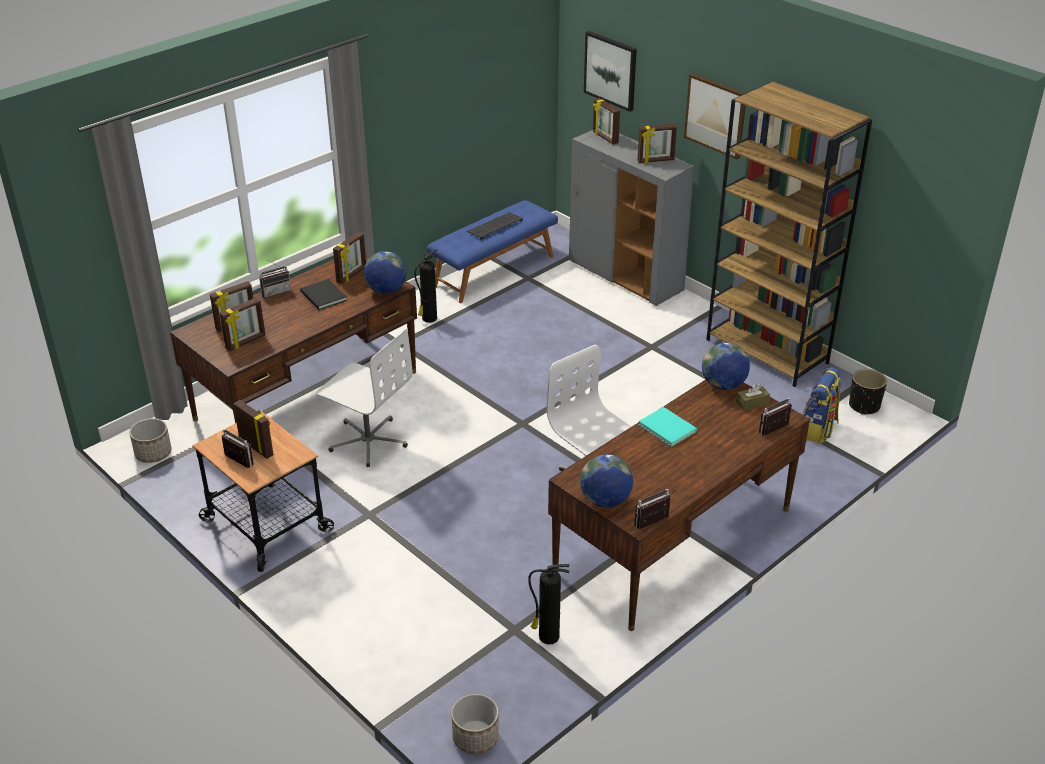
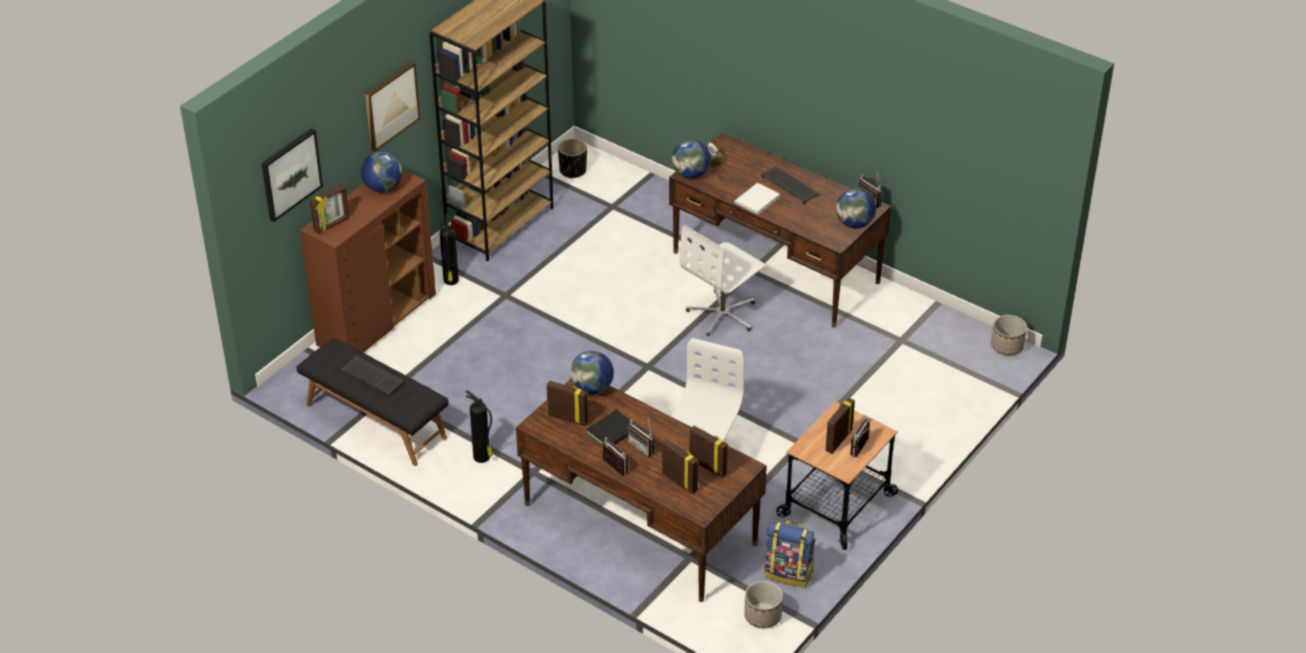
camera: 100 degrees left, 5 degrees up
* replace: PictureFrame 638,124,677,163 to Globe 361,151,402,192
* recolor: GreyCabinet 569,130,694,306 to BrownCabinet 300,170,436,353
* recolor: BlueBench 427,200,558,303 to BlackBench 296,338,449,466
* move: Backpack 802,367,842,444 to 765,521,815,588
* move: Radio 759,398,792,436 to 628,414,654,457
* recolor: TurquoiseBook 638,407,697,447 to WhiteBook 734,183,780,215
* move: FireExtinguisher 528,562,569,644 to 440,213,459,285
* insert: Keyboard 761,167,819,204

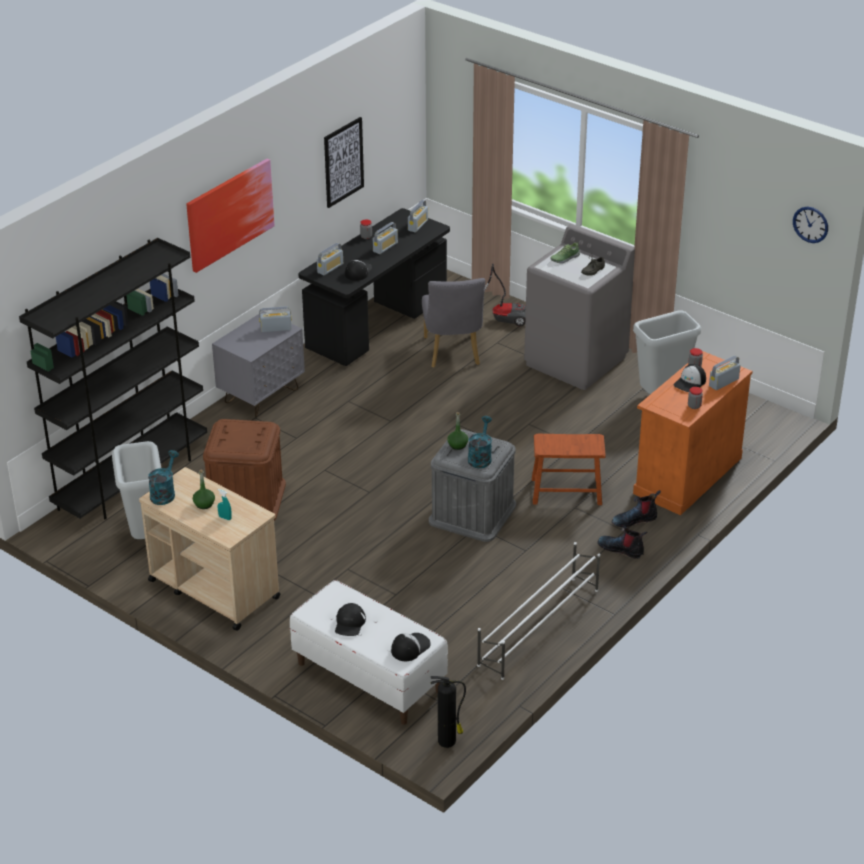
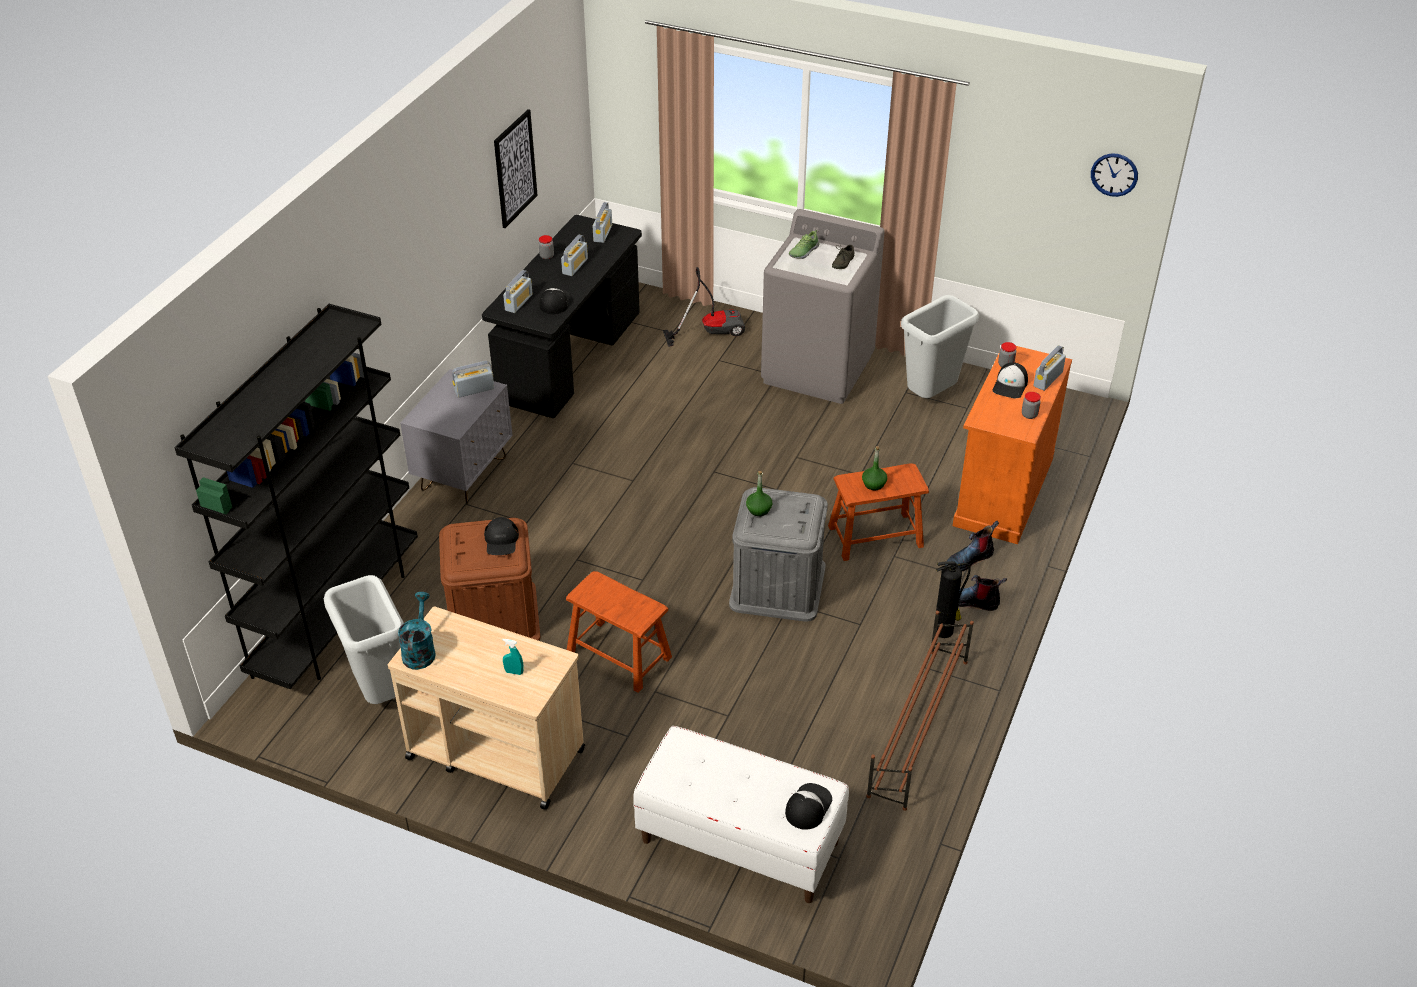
camera: 15 degrees left, 5 degrees up
* delete: Picture 186,159,275,273
* delete: GreyChair 422,278,486,368
* delete: TurquoiseWateringCan 468,416,492,468
* move: GreenBottle 193,470,215,509 to 862,446,887,490
* recolor: WhiteShoeRack 477,542,600,680 to BrownShoeRack 866,611,974,811
* move: BlackCap 335,603,366,636 to 484,517,519,555
* move: FireExtinguisher 430,676,466,748 to 936,561,971,638
* insert: BrownStool 566,571,672,693

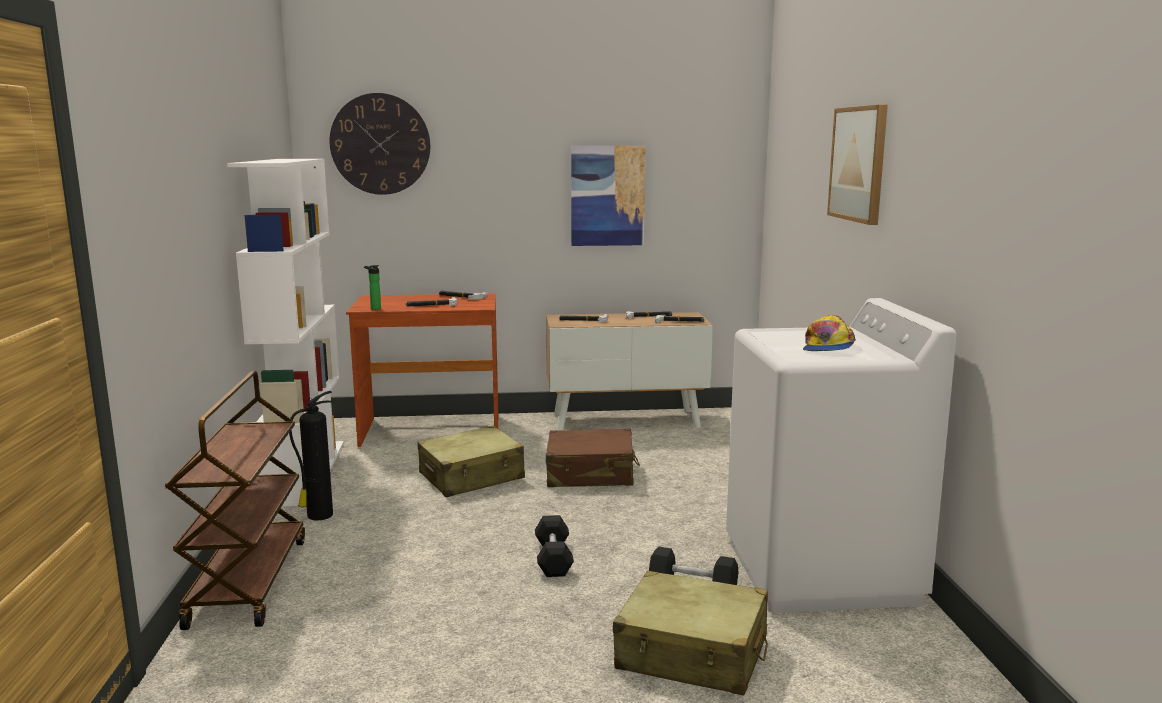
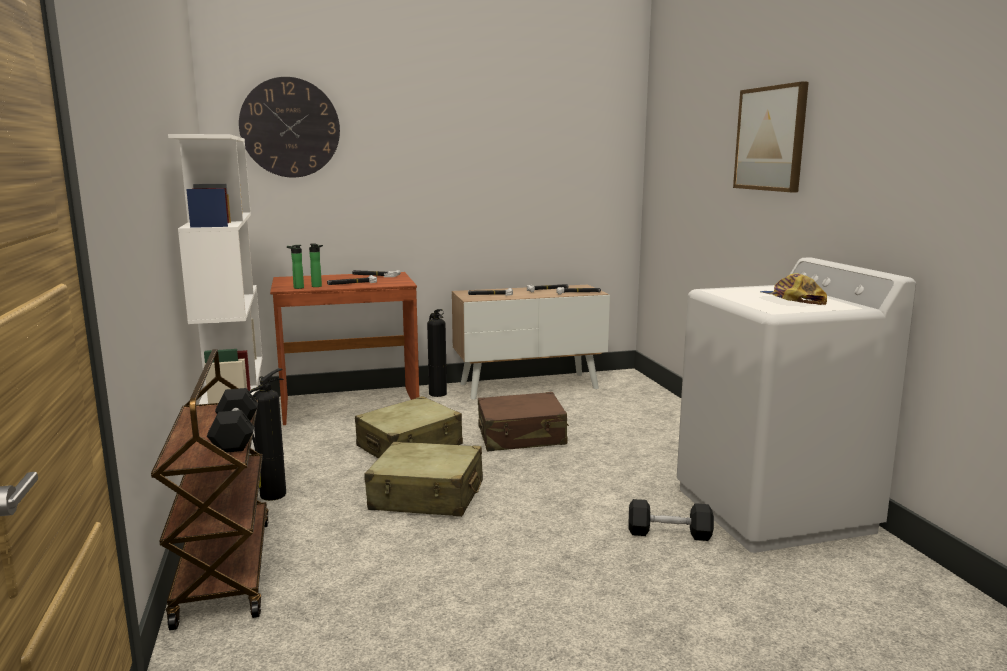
camera: 10 degrees left, 0 degrees up
* delete: Picture 571,146,646,246
* rotate: Cap 803,315,856,351 = 760,273,827,305 150 degrees clockwise
* move: BlackDumbbell 535,515,574,577 to 207,388,258,453
* move: BeigeSuitcase 613,571,768,696 to 364,442,483,517
* insert: Bottle 309,244,323,287
* insert: FireExtinguisher 427,309,447,397

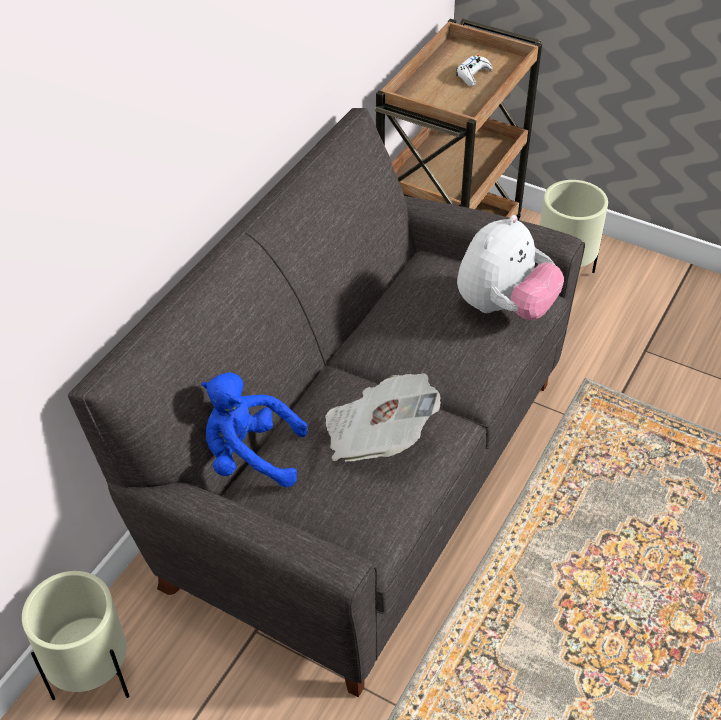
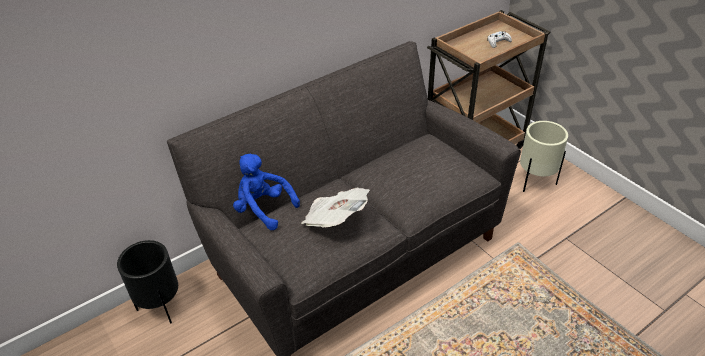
camera: 25 degrees right, 5 degrees down
* delete: PlushToy 457,215,564,320
* recolor: BeigePlanter 22,571,129,700 to BlackPlanter 117,240,178,324

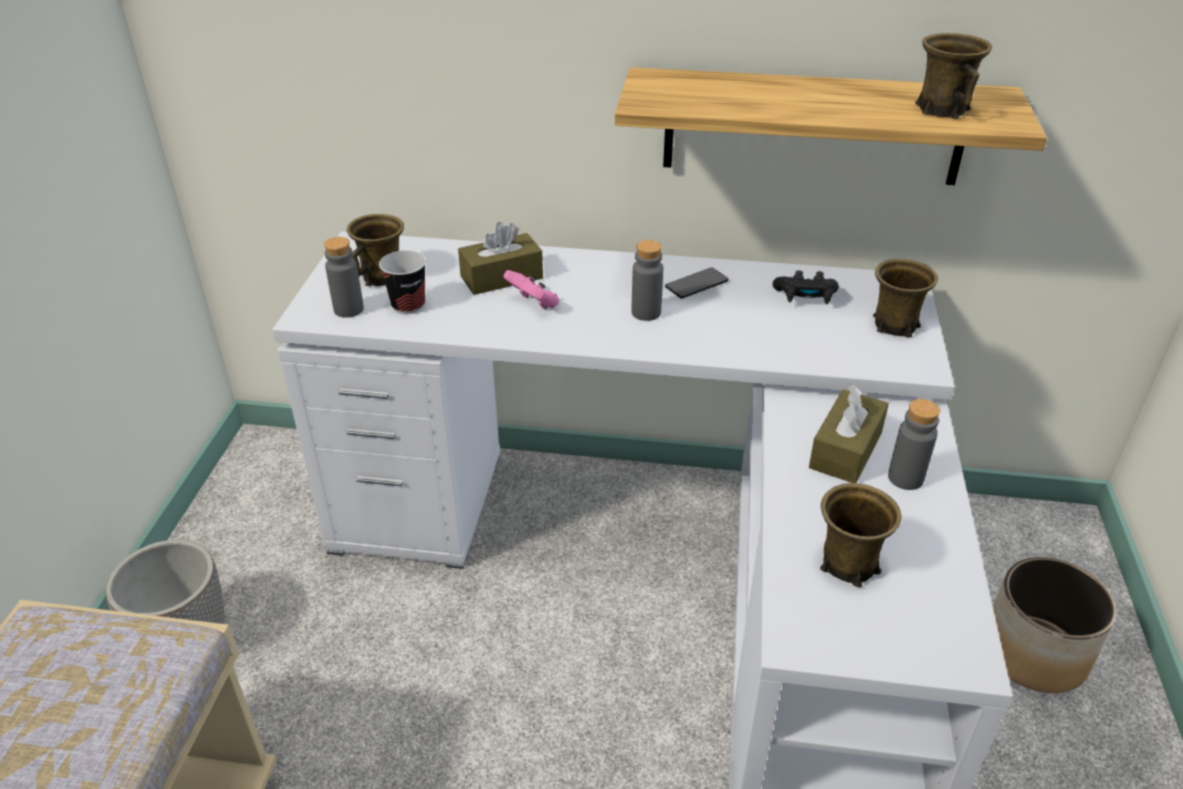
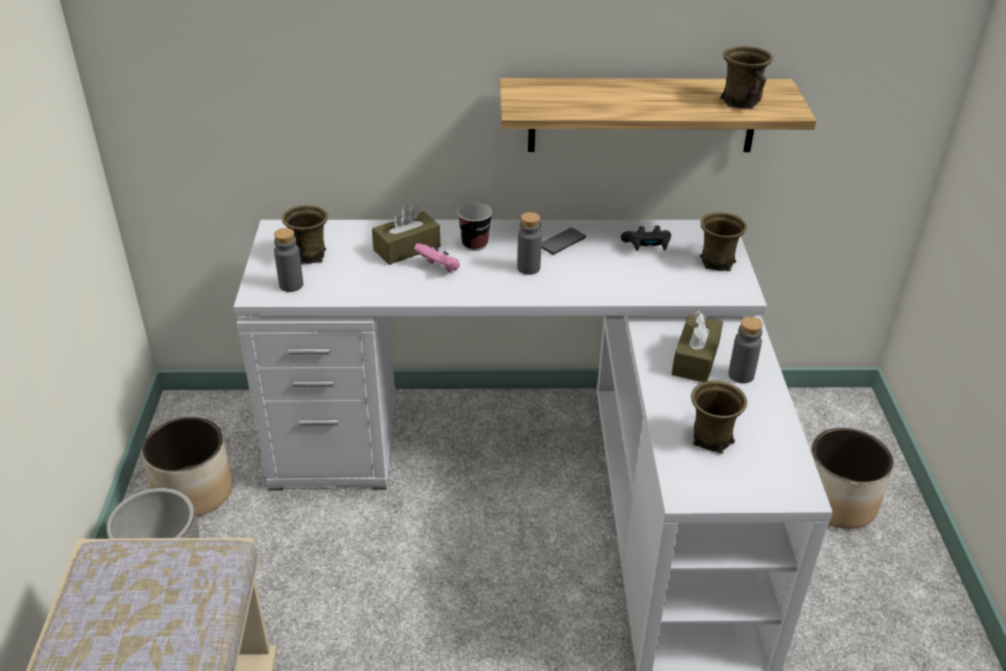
camera: 10 degrees left, 0 degrees up
* move: Cup 379,250,426,314 to 457,202,493,251
* insert: Planter 141,417,233,517

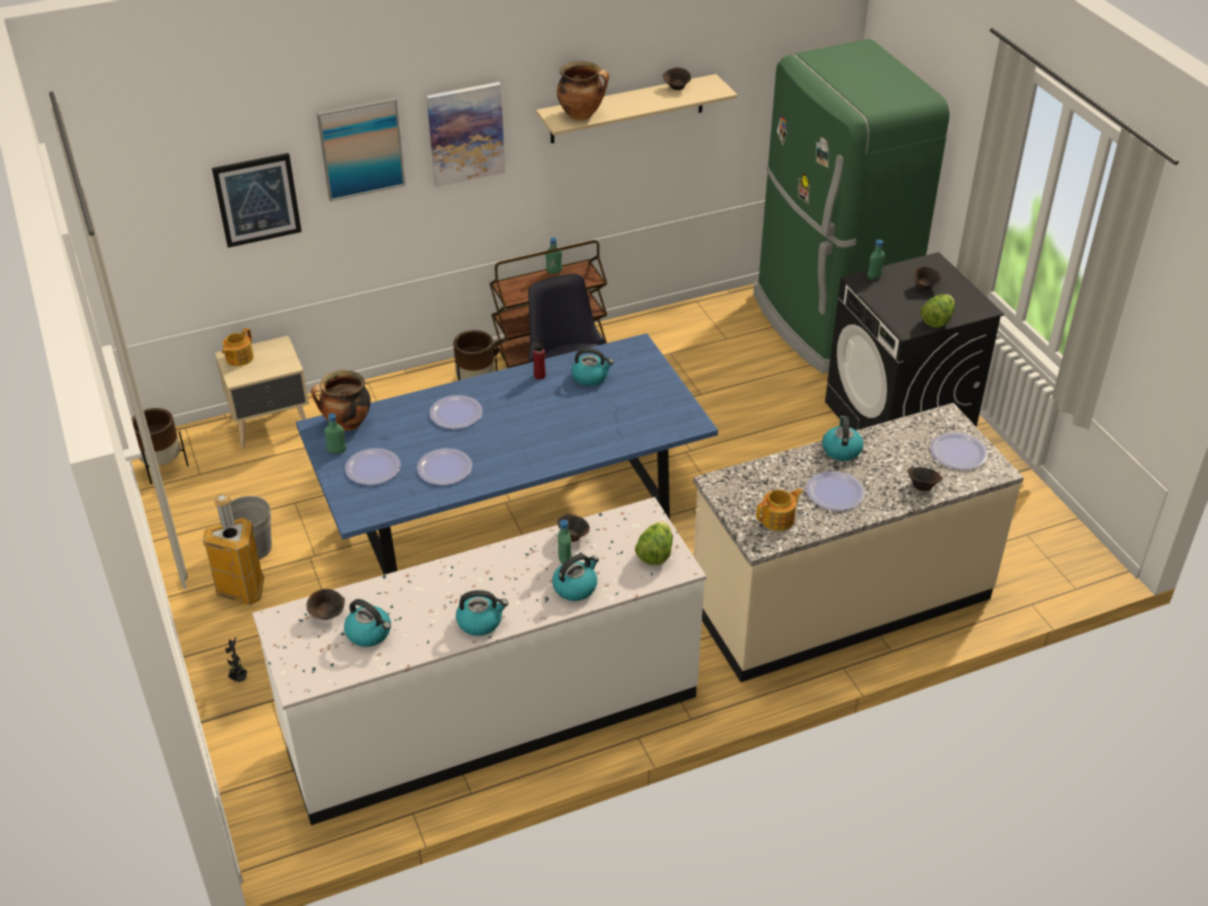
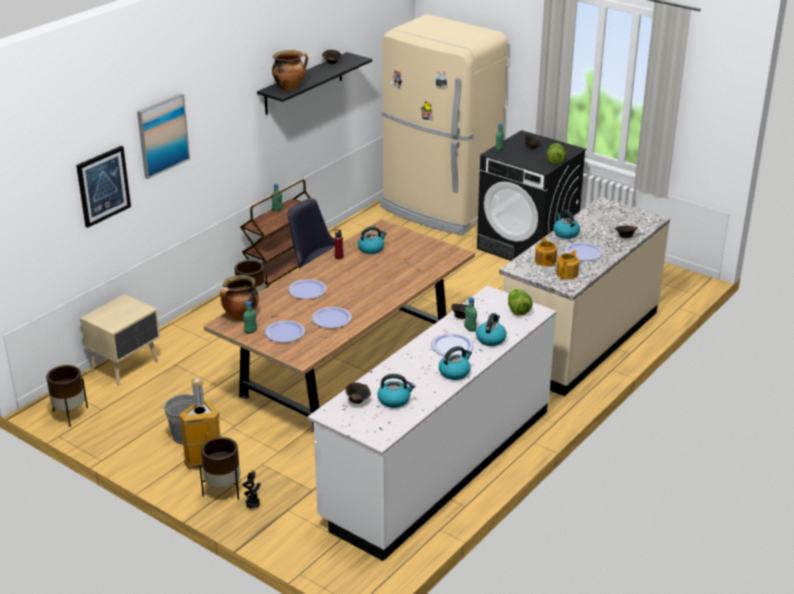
camera: 30 degrees left, 10 degrees down
* recolor: GreenFridge 753,39,949,373 to BeigeFridge 380,15,508,235
* recolor: BeigeShelf 536,74,737,143 to BlackShelf 257,52,372,115
* delete: Picture 427,82,505,187
* move: Teapot 222,328,254,366 to 535,237,557,266
* recolor: BlueDiningTable 296,333,718,575 to BrownDiningTable 204,219,475,432
* move: Plate 930,432,988,470 to 431,333,474,356
* insert: BrownPlanter 199,437,240,500

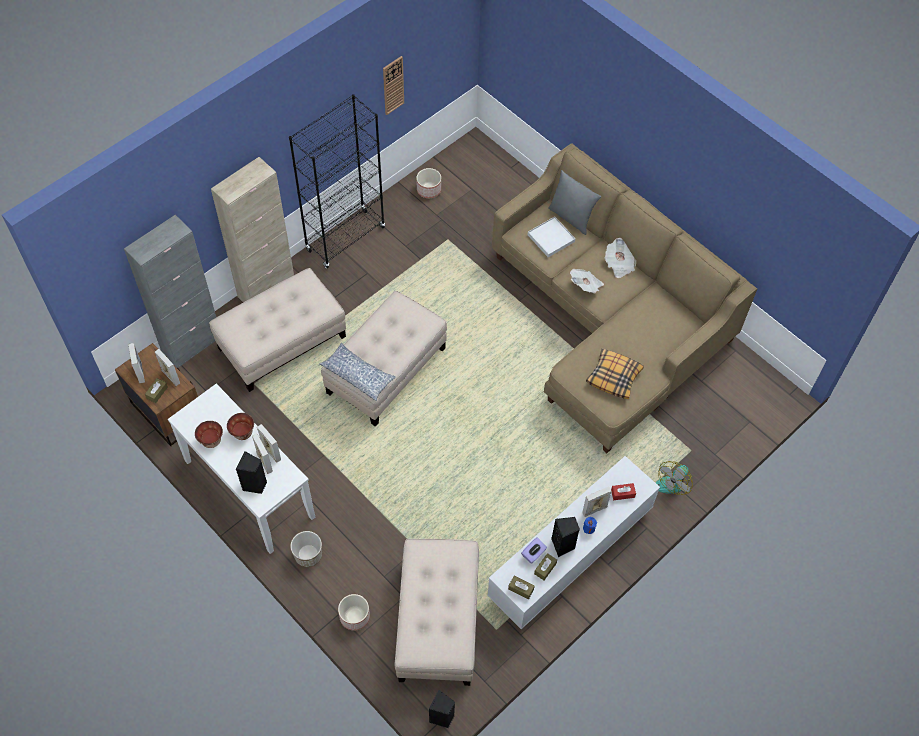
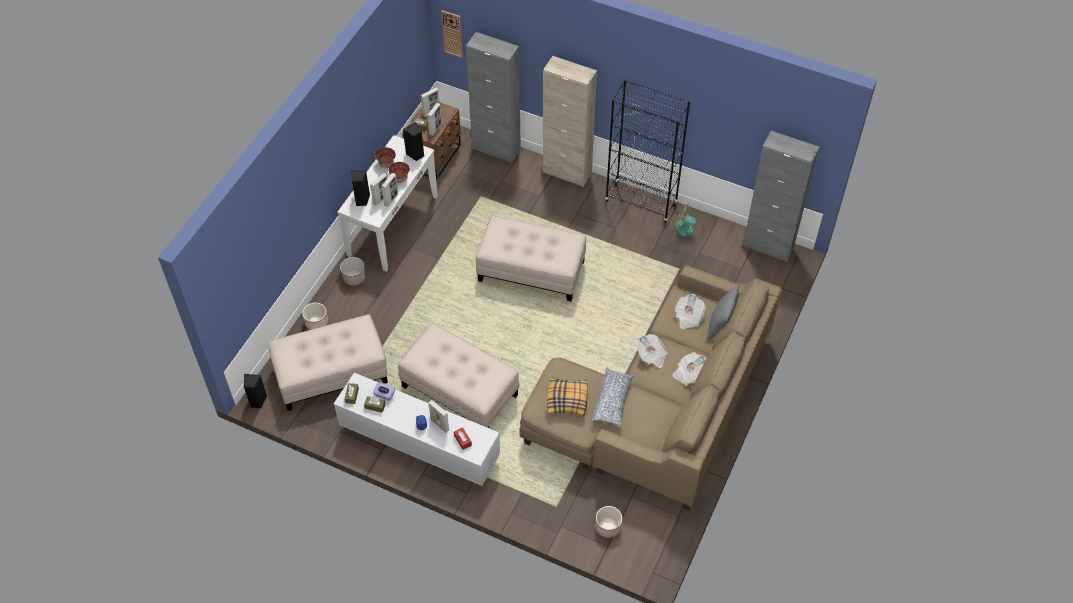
camera: 70 degrees right, 5 degrees down
* move: WallClock 383,56,404,115 to 441,10,463,58
* move: Planter 416,168,441,198 to 595,506,622,538
* replace: WhiteTray 528,217,575,257 to Newspaper 675,294,706,329
* move: BeigeOttoman 209,268,346,392 to 398,323,519,428
* move: Pillow 320,343,396,401 to 592,367,635,427
* move: Fan 656,461,693,495 to 674,203,704,239
* move: BlackSpeaker 551,517,580,557 to 403,122,424,161
* insert: GreyCabinet 743,131,819,262

